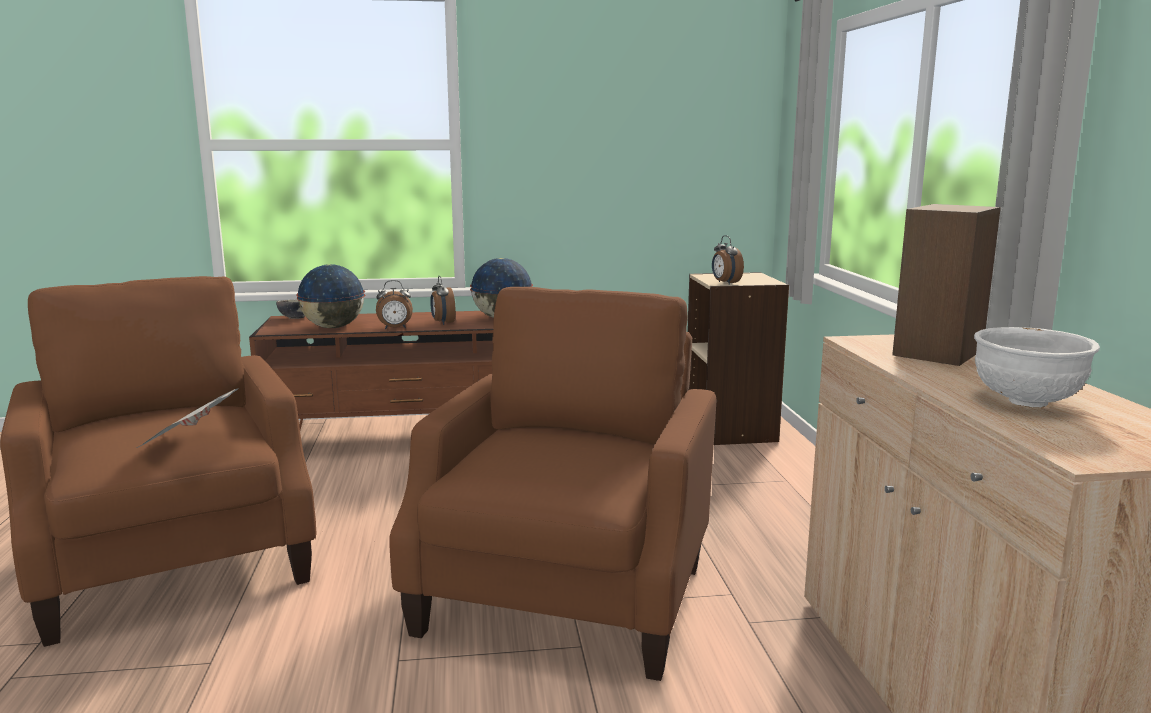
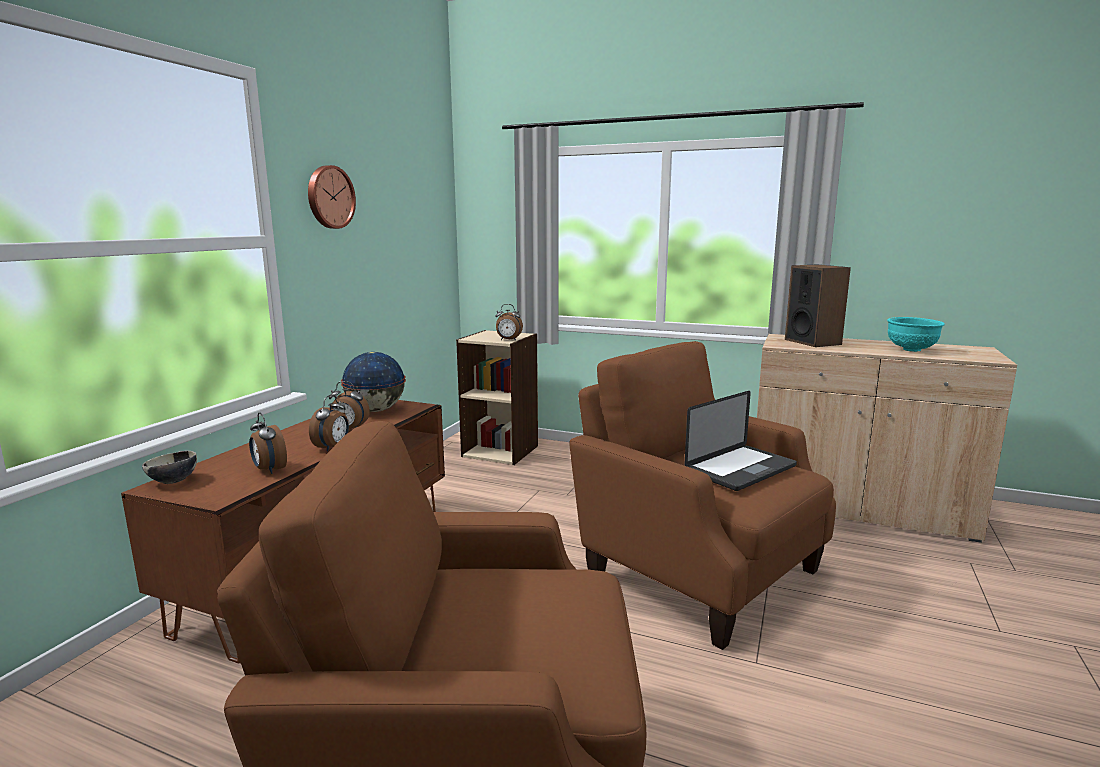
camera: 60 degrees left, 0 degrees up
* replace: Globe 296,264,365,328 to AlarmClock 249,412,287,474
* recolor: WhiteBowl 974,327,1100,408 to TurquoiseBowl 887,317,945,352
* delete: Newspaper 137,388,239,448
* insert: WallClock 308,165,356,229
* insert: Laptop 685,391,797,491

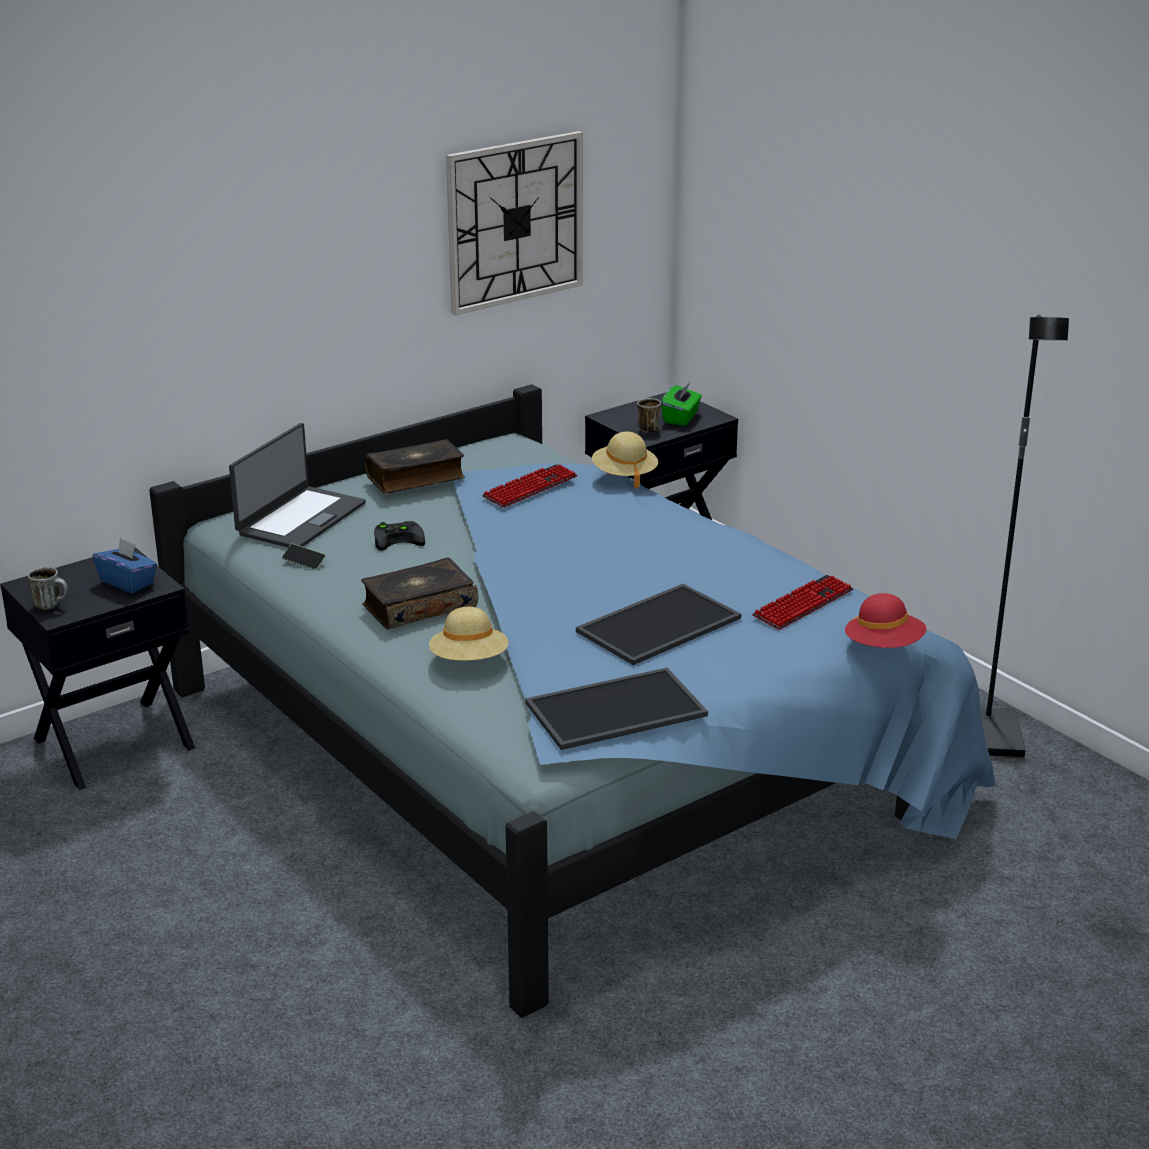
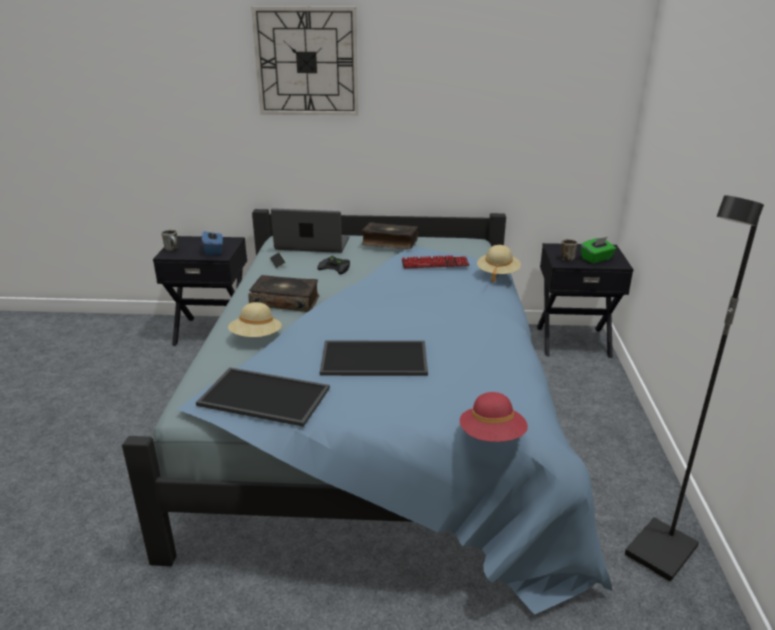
camera: 40 degrees right, 0 degrees up
* move: WallClock 446,131,583,315 to 251,6,358,115
* rotate: Laptop 229,423,366,547 = 271,208,349,253 150 degrees counterclockwise
* delete: Keyboard 752,575,853,630

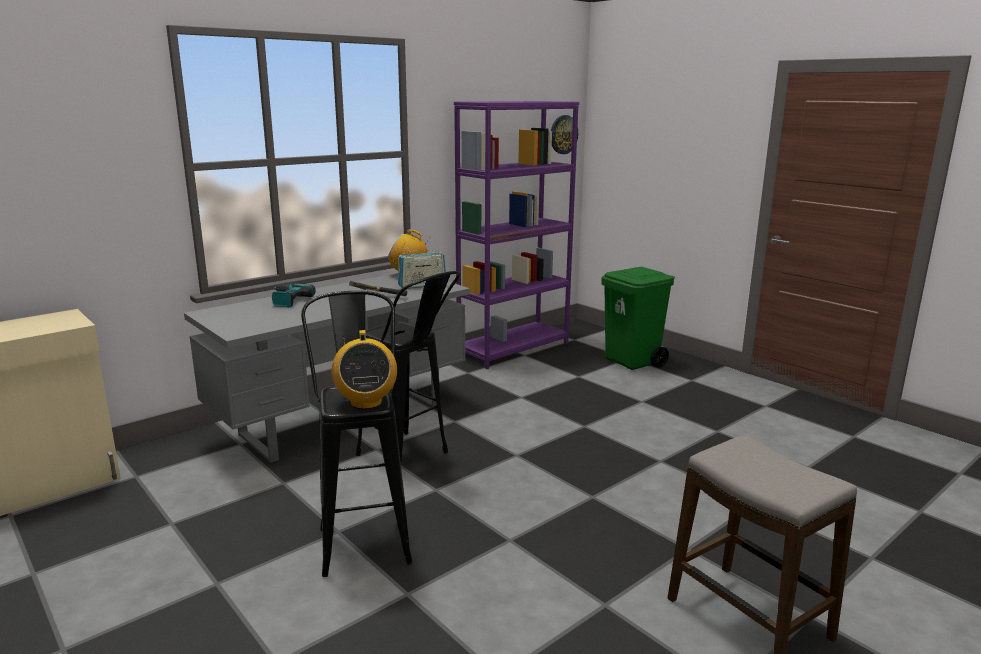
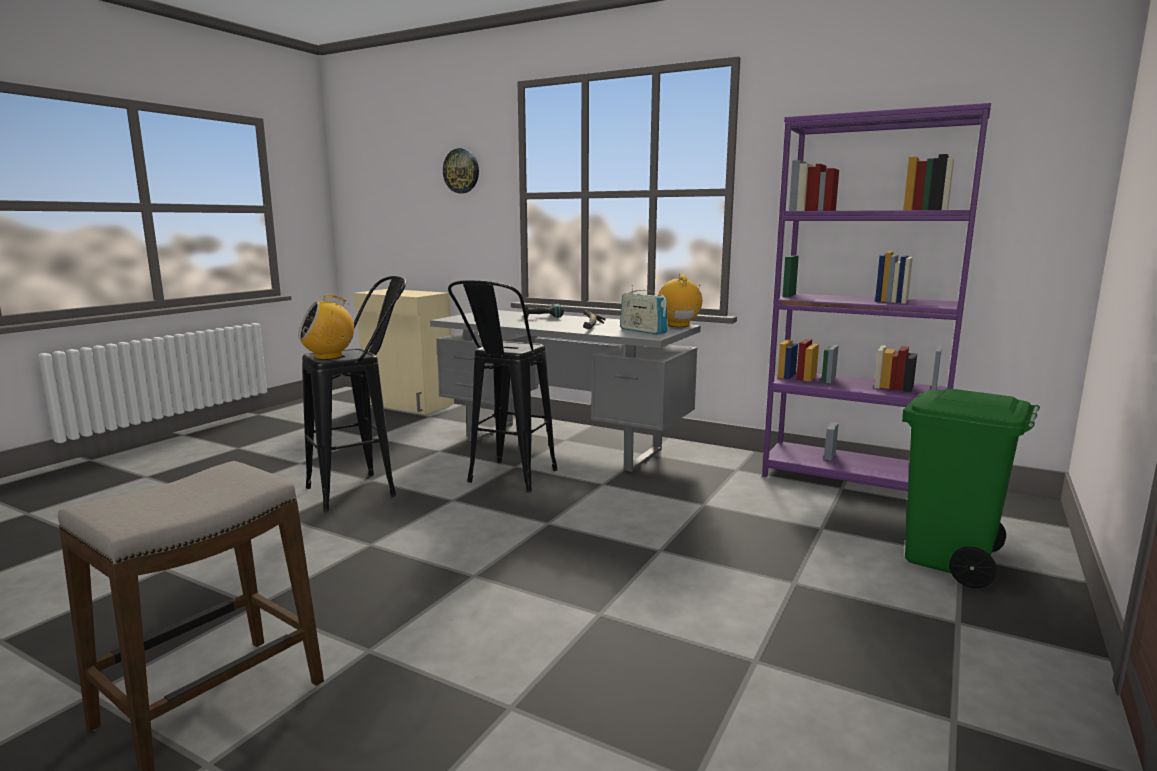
camera: 70 degrees right, 5 degrees down
* move: WallClock 551,115,578,154 to 443,148,479,193

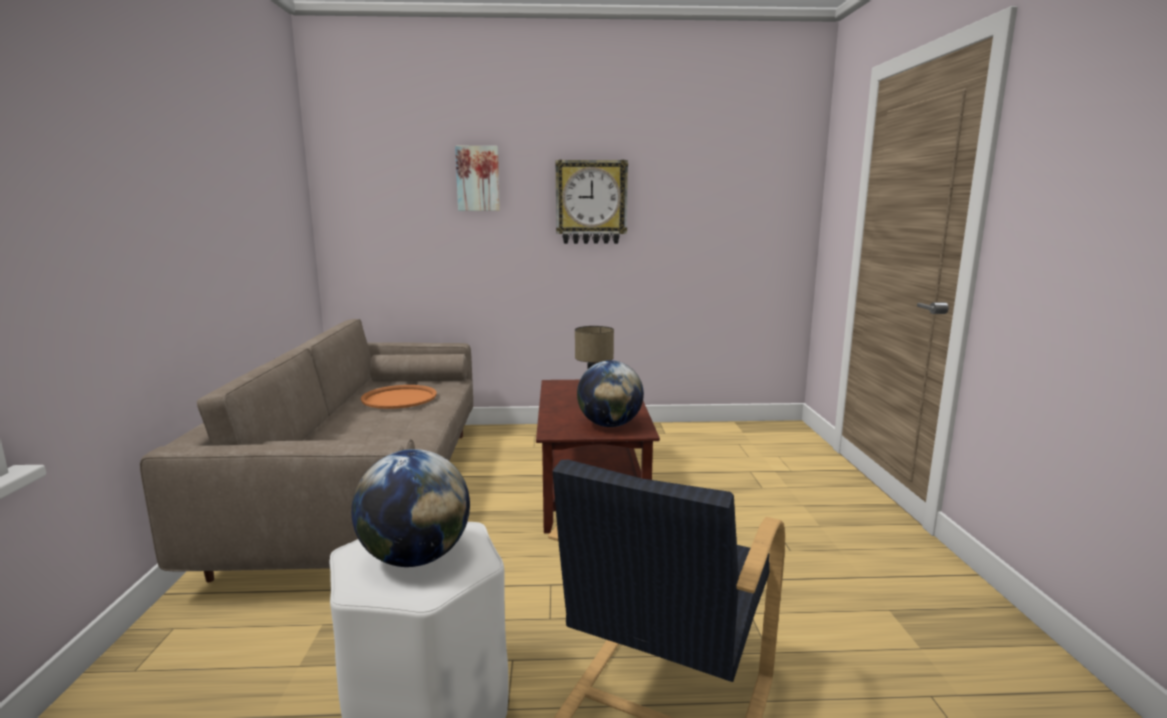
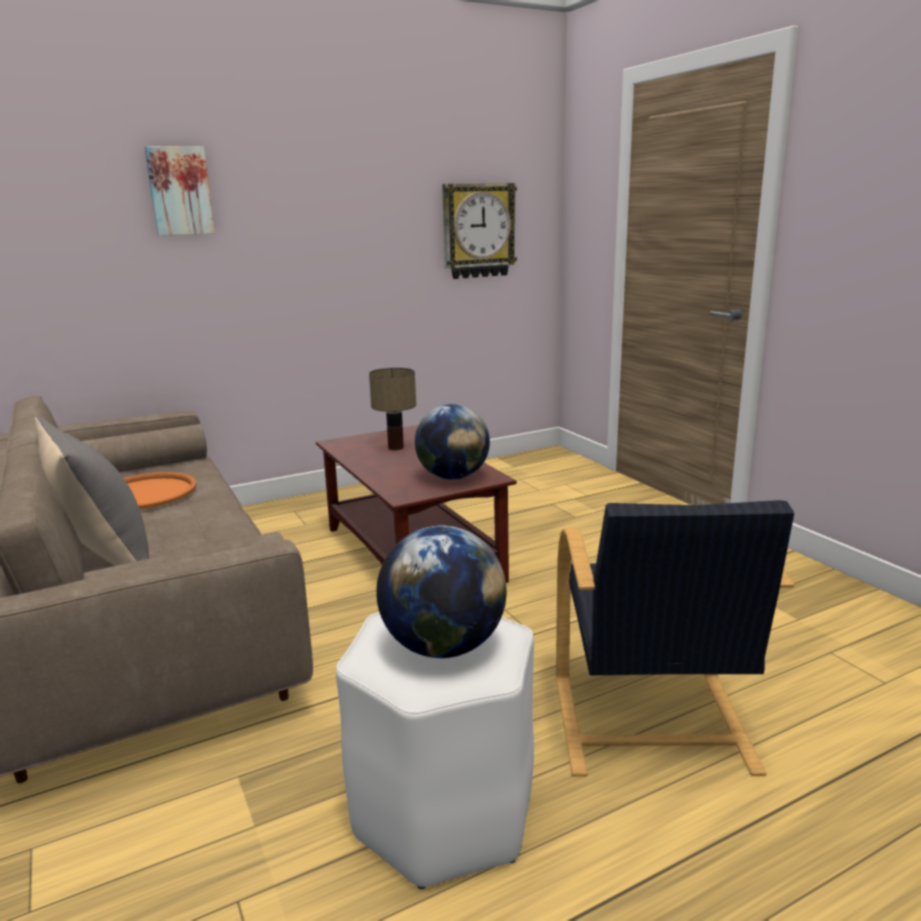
camera: 25 degrees left, 5 degrees up
* move: WallClock 556,160,628,244 to 442,183,517,279
* insert: GreyPillow 35,416,149,566

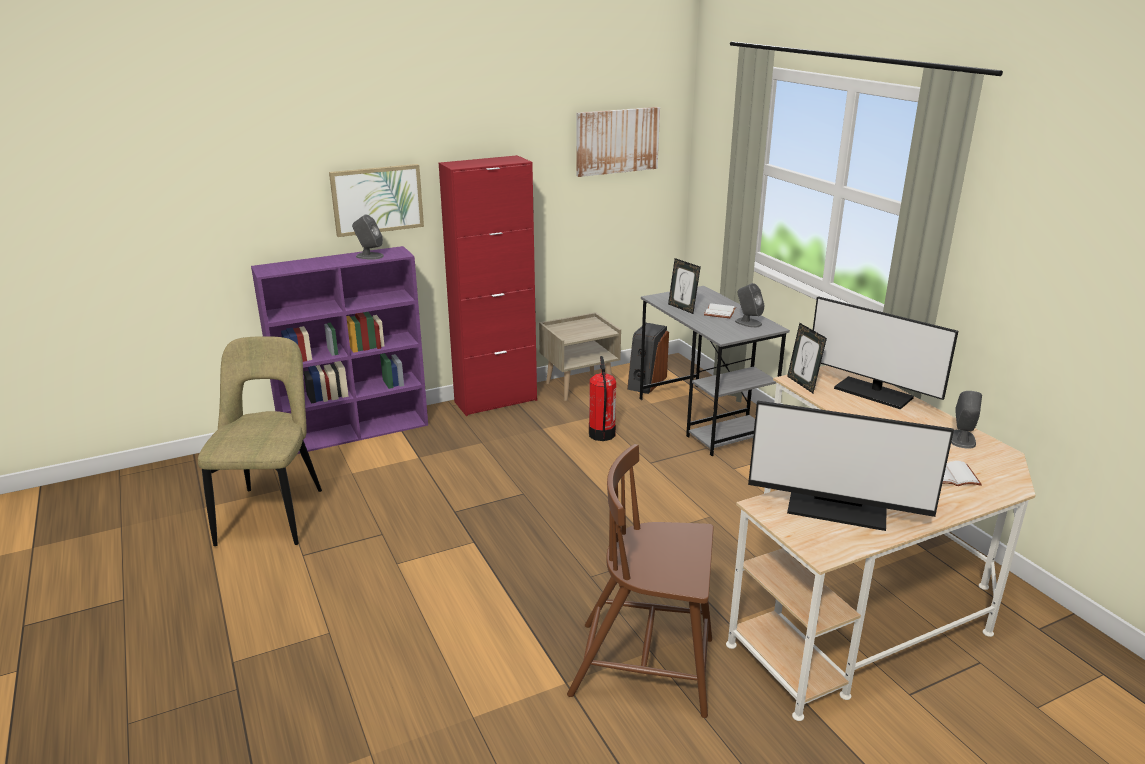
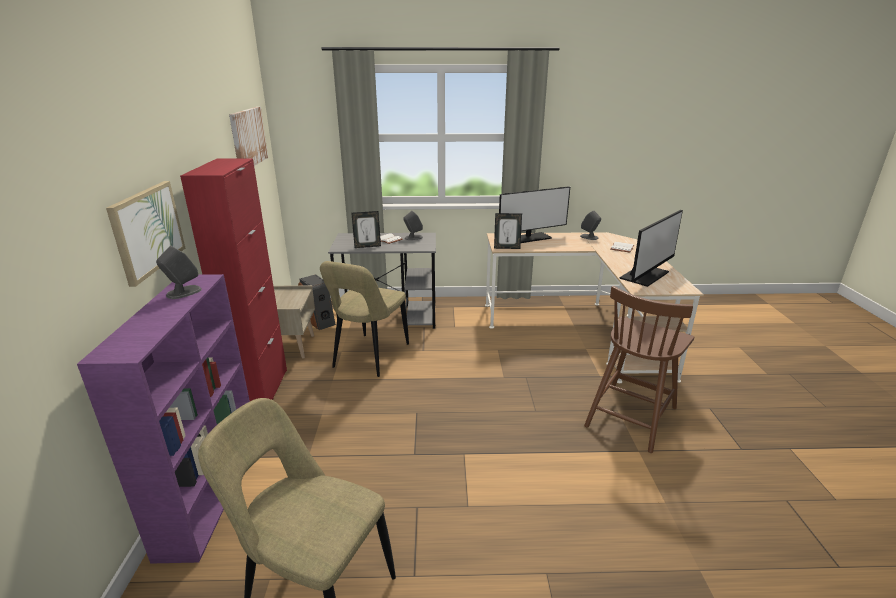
camera: 65 degrees left, 0 degrees up
* replace: FireExtinguisher 589,356,616,441 to BeigeChair 320,261,409,377

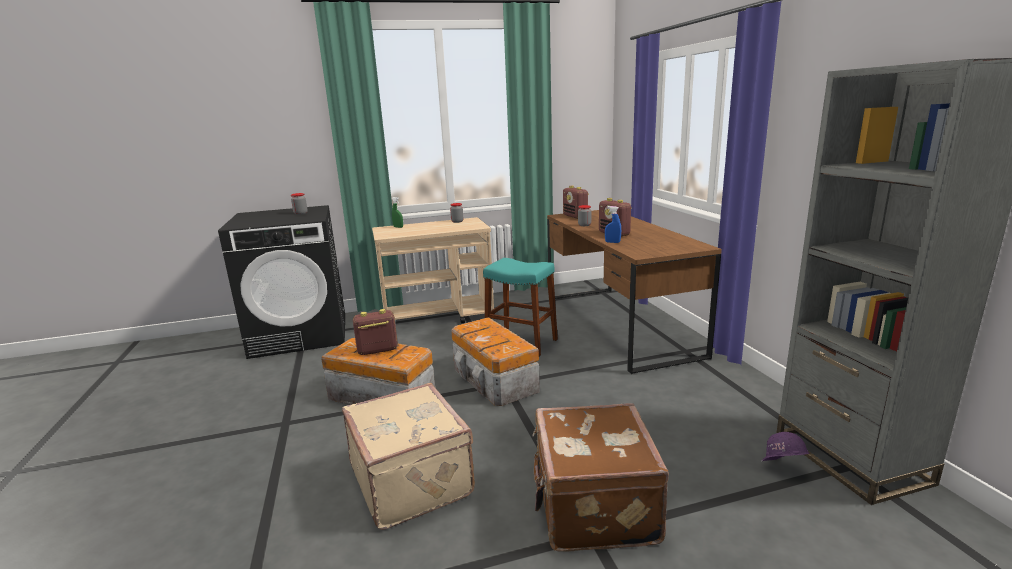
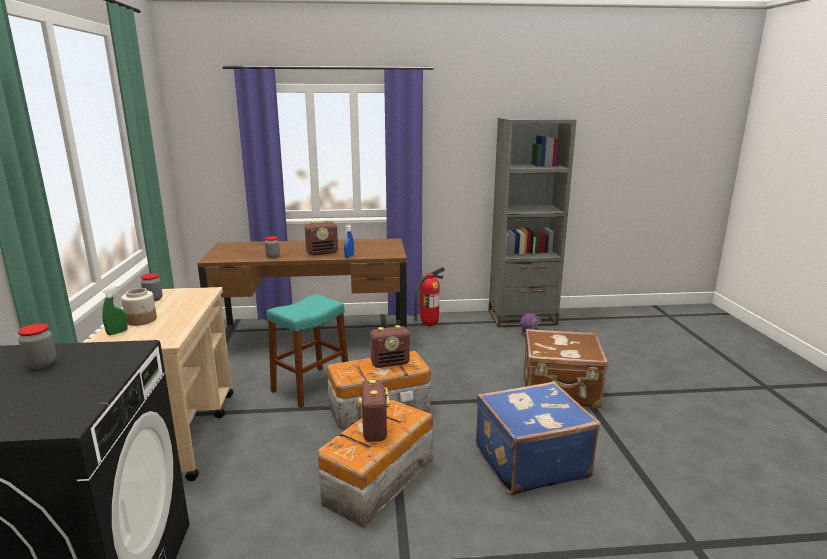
camera: 80 degrees left, 0 degrees up
* move: Radio 563,186,589,219 to 370,325,410,368
* recolor: BeigeSuitcase 342,383,475,530 to BlueSuitcase 476,381,600,495
* insert: FireExtinguisher 414,267,445,326
* insert: Jar 121,288,157,326

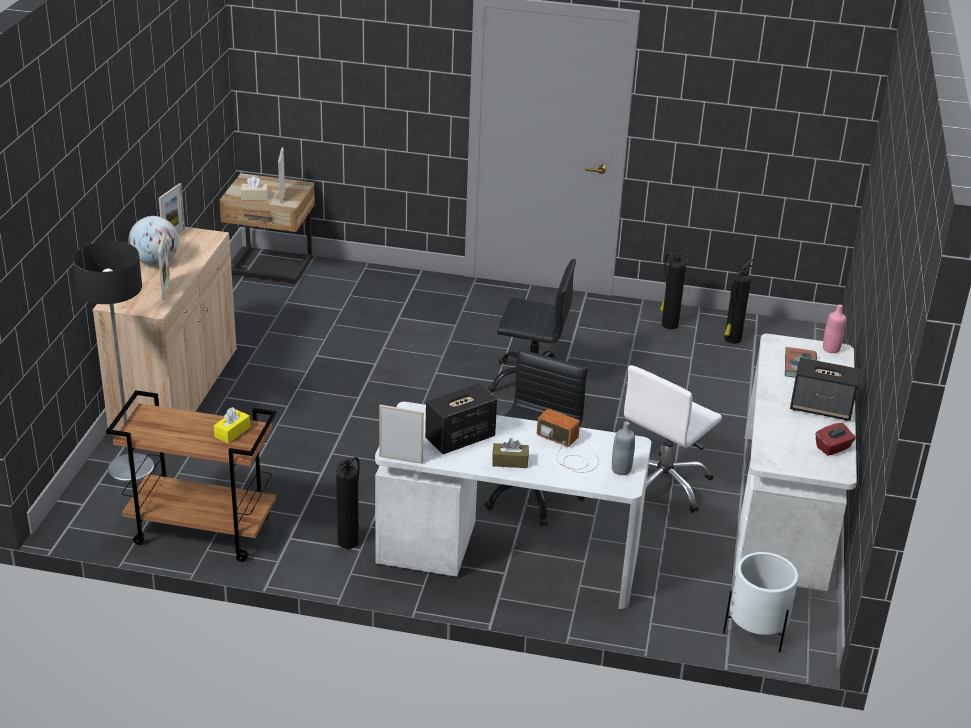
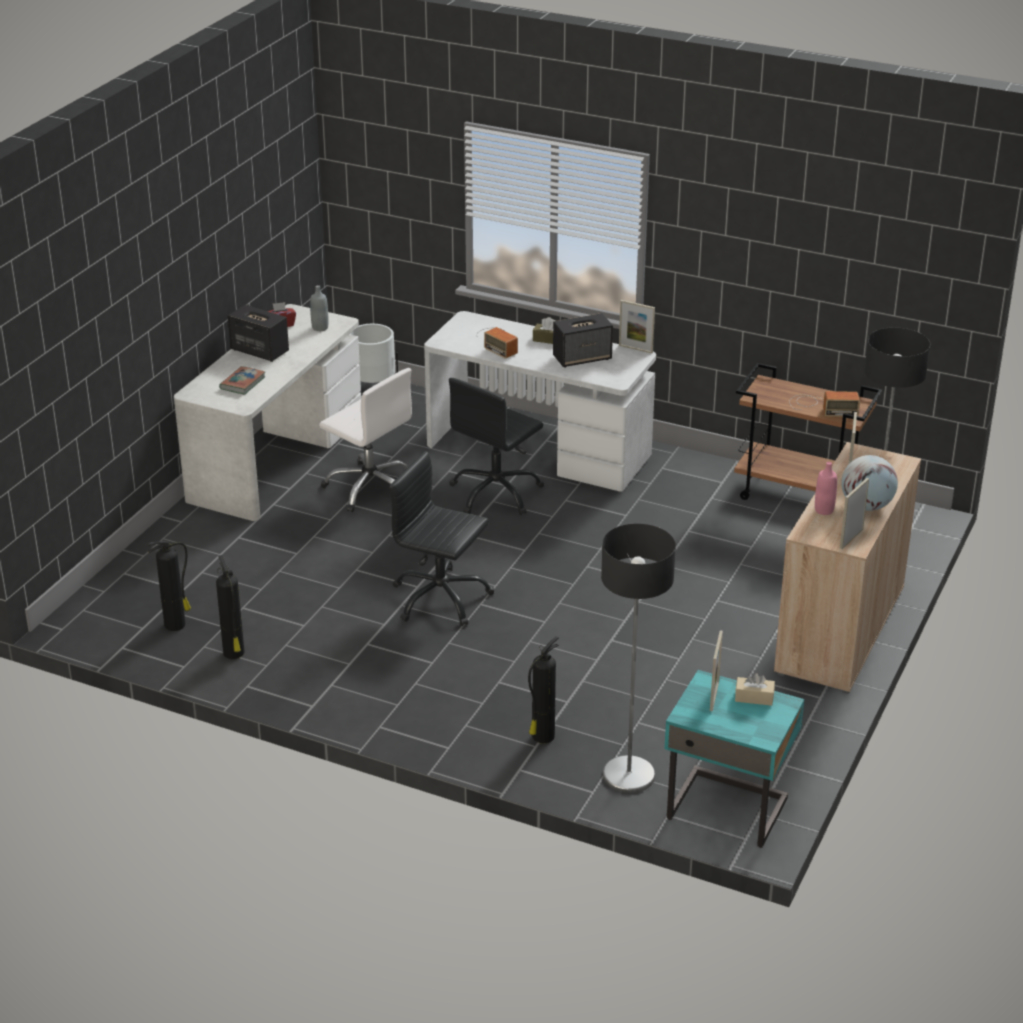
camera: 165 degrees left, 0 degrees up
* recolor: BeigeNightstand 220,173,315,284 to TurquoiseNightstand 664,670,804,848
* move: PinkBottle 823,304,846,353 to 815,462,837,515
* rotate: WhiteOfficeChair 624,365,722,513 = 319,368,412,512 75 degrees clockwise
* delete: YellowTissueBox 214,407,250,443
* move: GreyBottle 612,421,635,475 to 310,285,329,331
* move: FireExtinguisher 335,457,360,549 to 528,636,559,743
* insert: Radio 789,391,860,417
* insert: FloorLamp 601,524,676,793

